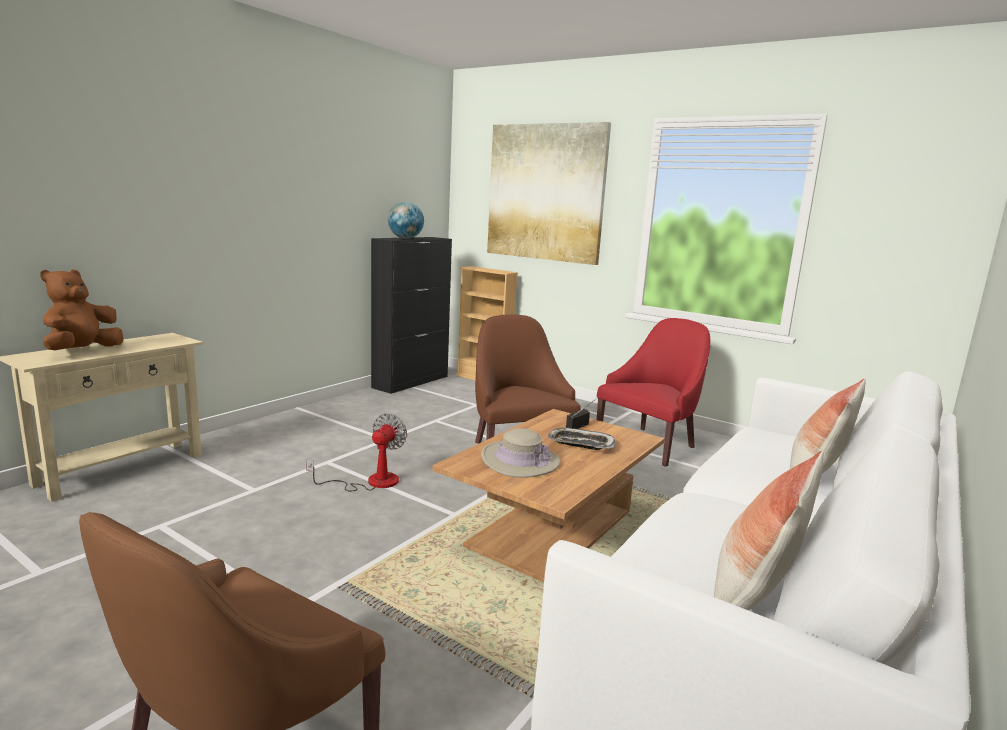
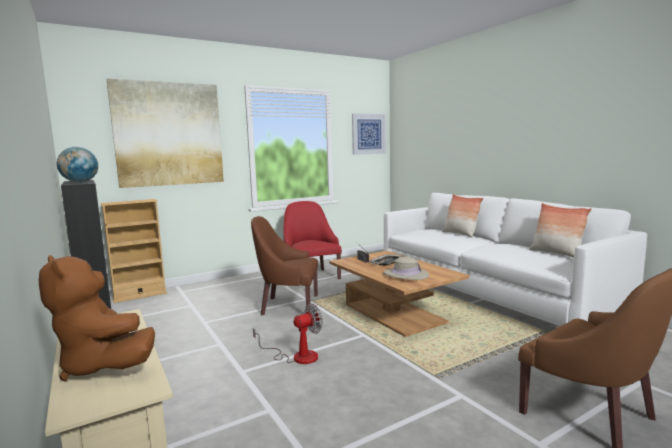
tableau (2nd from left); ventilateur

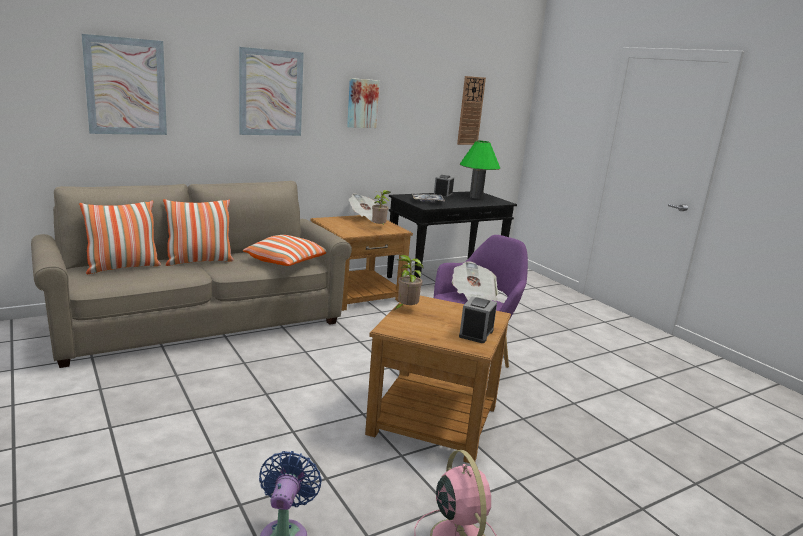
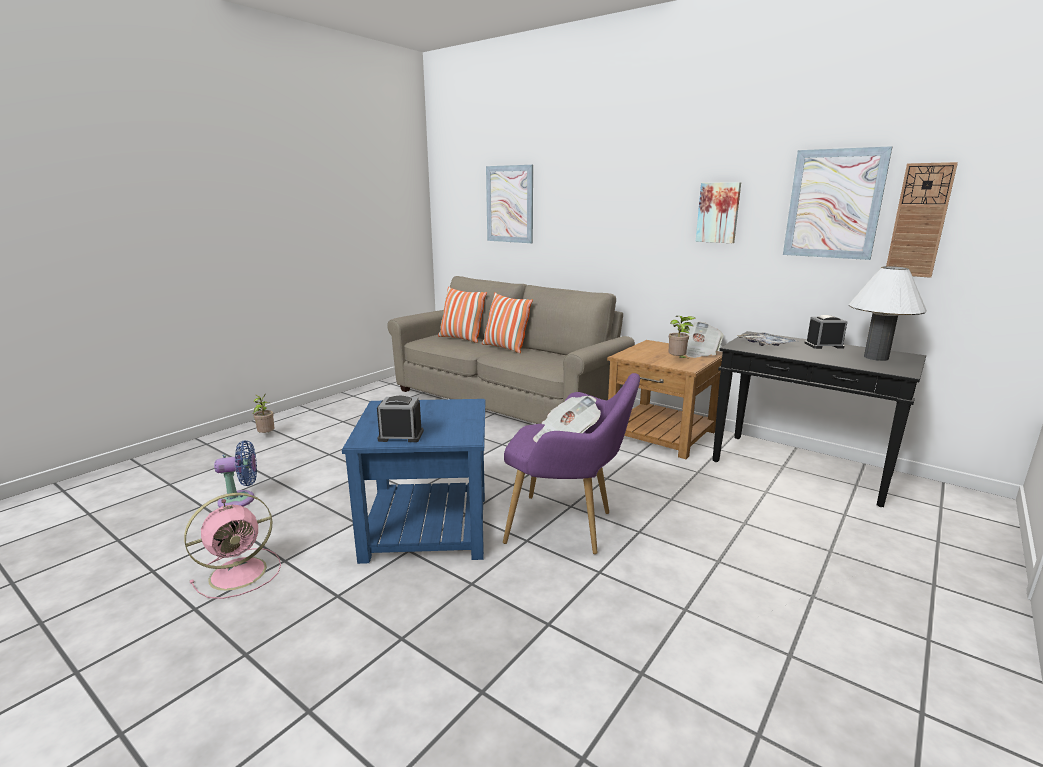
coussin (3rd from left in the first image); tableau (3rd from left); plante en pot (1st from left); table d'appoint [bleu]; lampe de table [blanc]

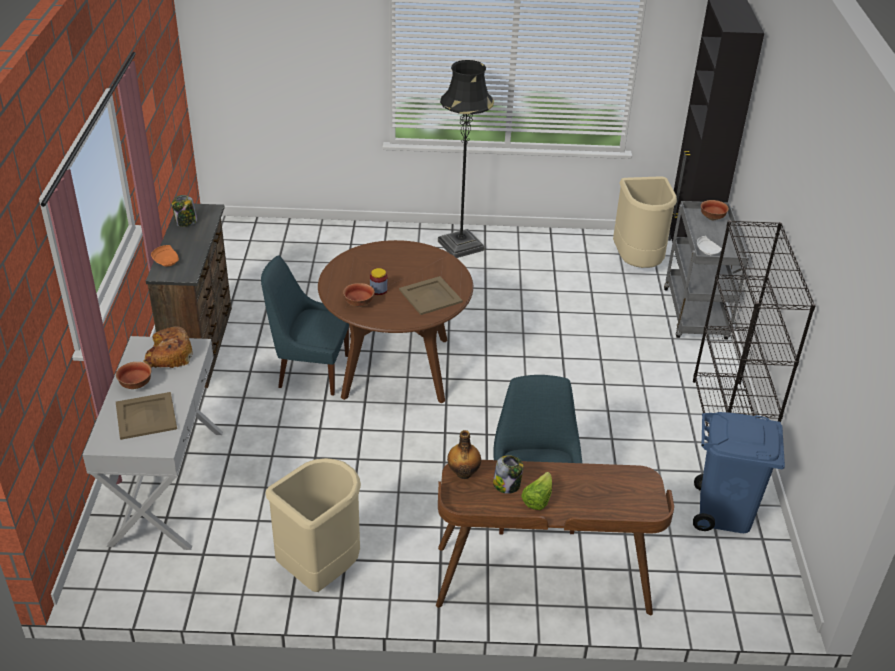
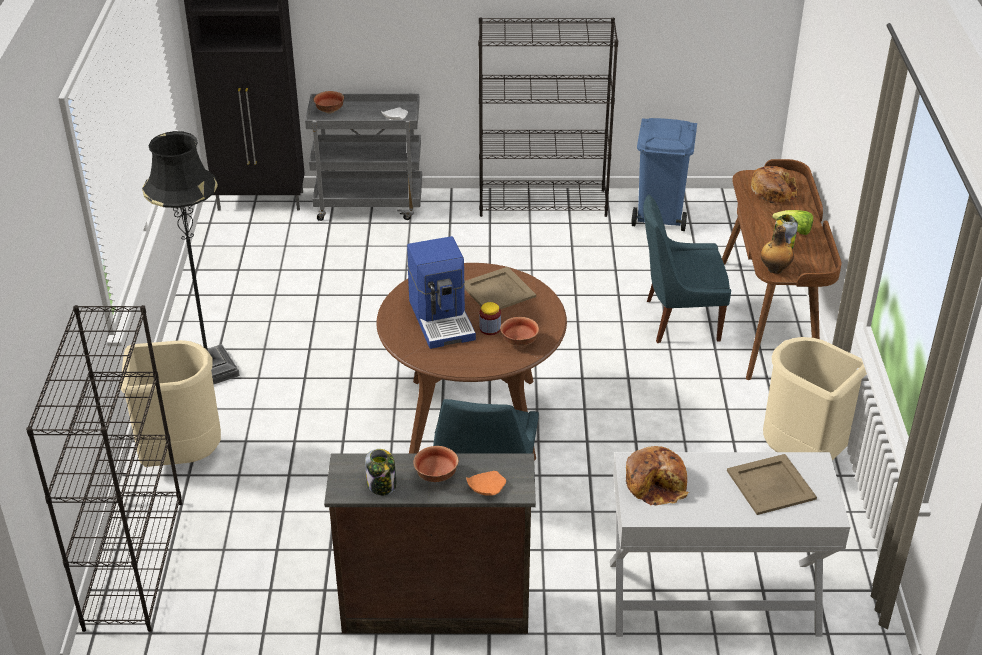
bibliothèque [noir] (1st from left); machine à café; pain (2nd from left); bol (2nd from left); poubelle [beige] (1st from left)

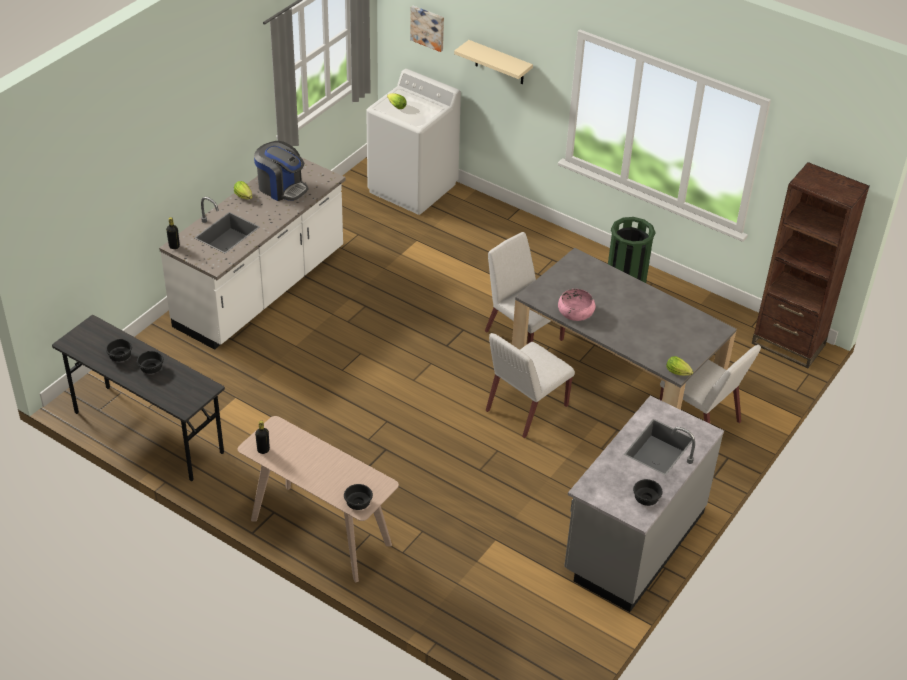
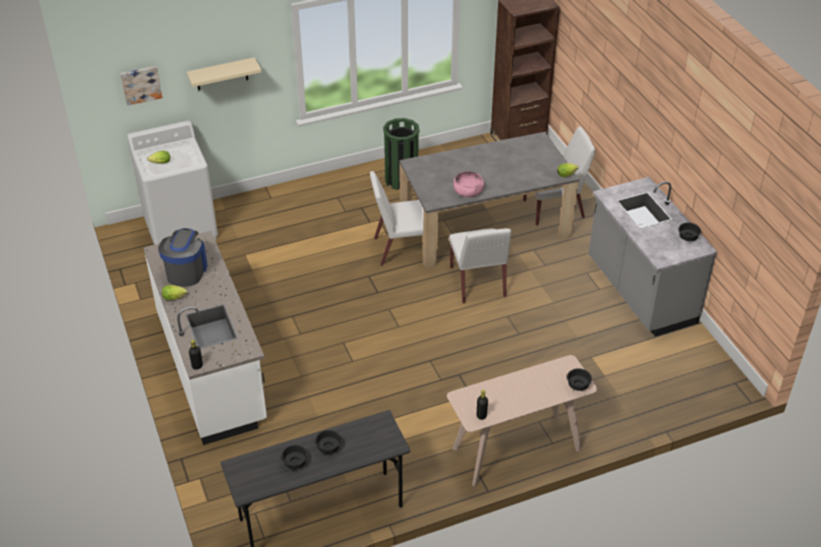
machine à café

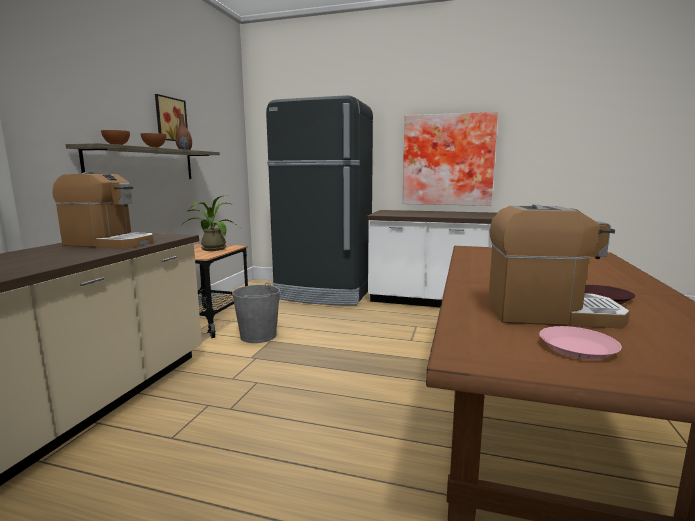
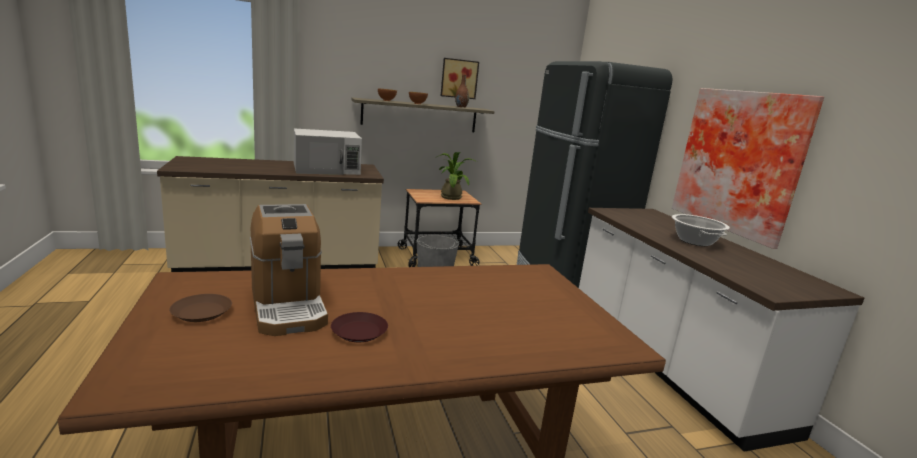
marmite; micro-ondes [blanc]; assiette [marron] (1st from left)

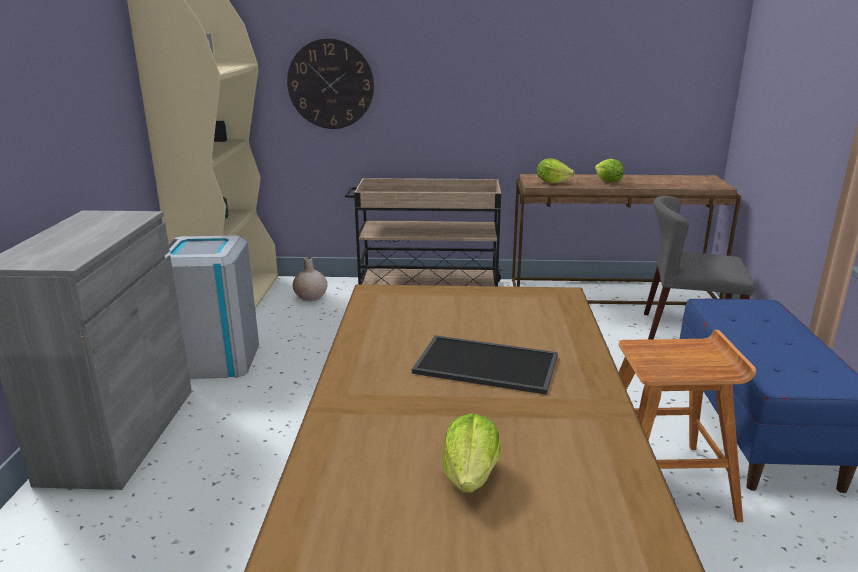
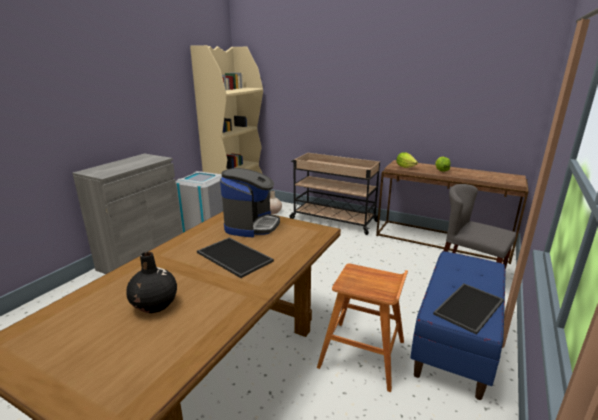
horloge murale; machine à café; plateau (2nd from left); vase [noir]

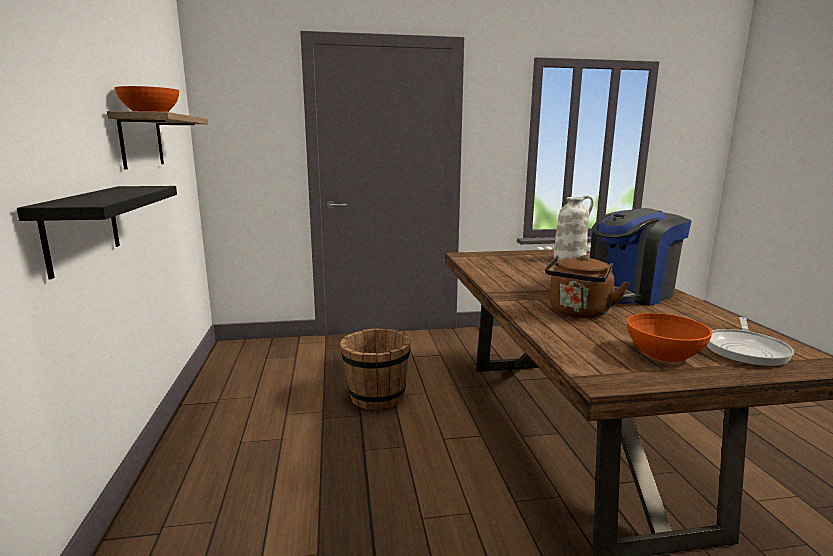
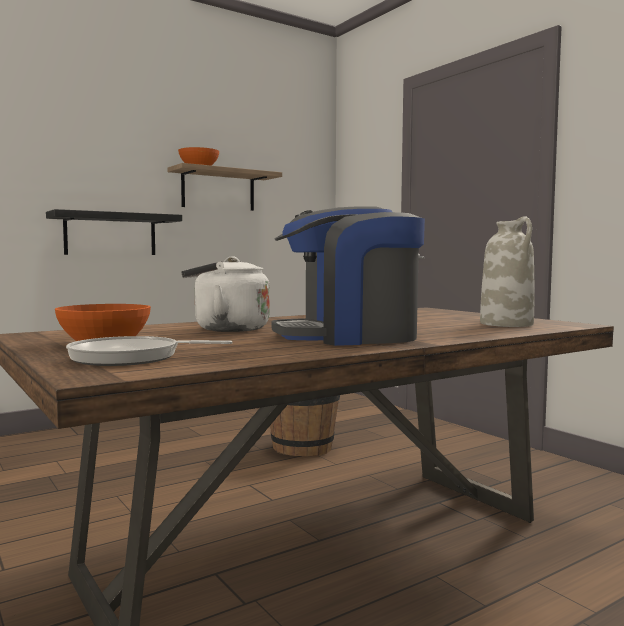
bouilloire [blanc]; machine à café

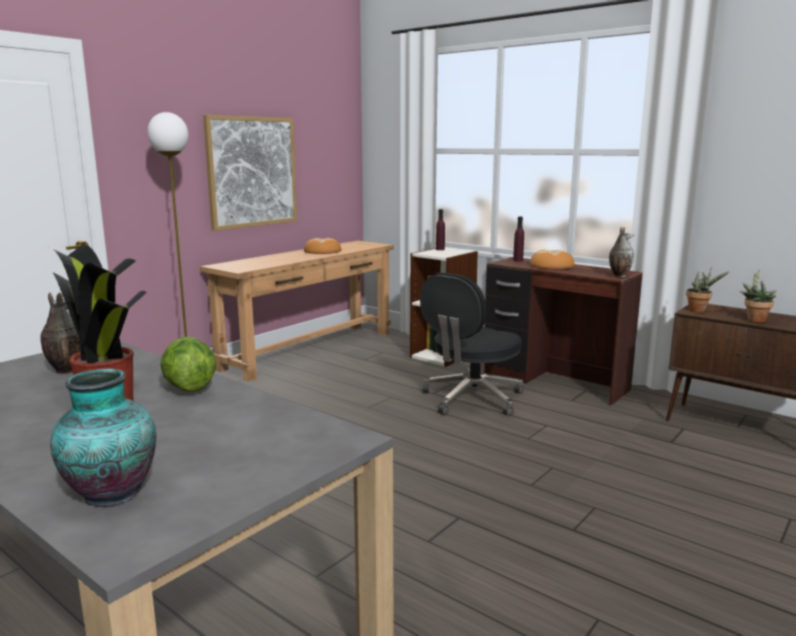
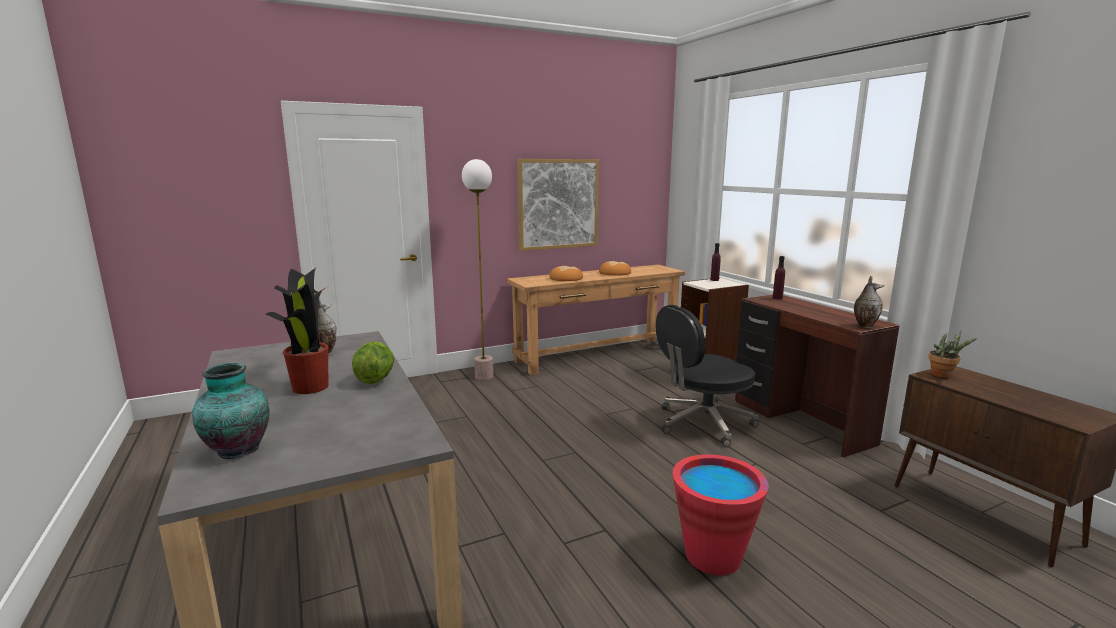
plante en pot (3rd from left in the first image); seau [rouge]; pain (1st from left)

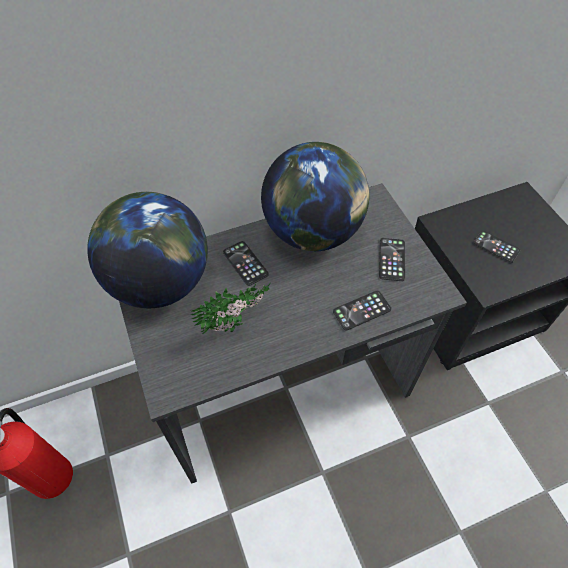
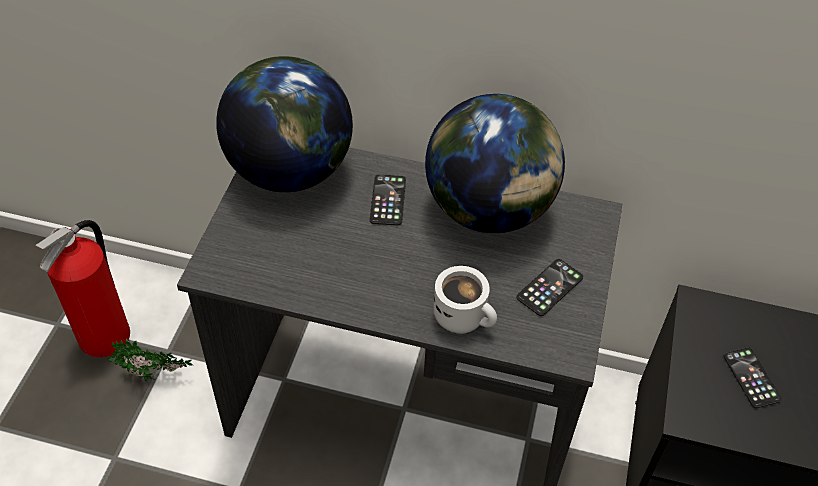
plante en pot; mug [blanc]

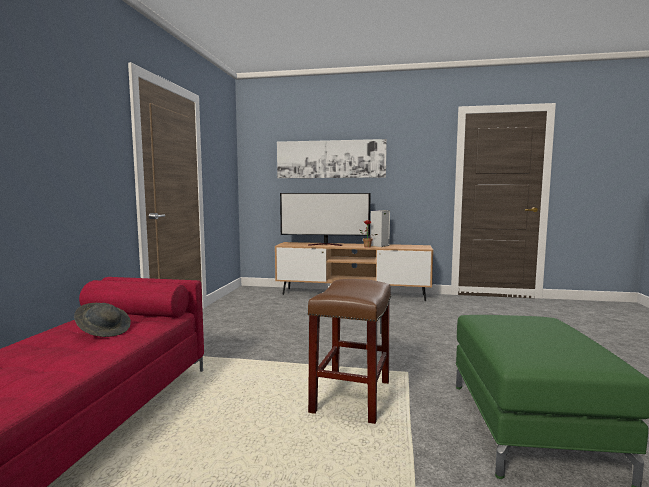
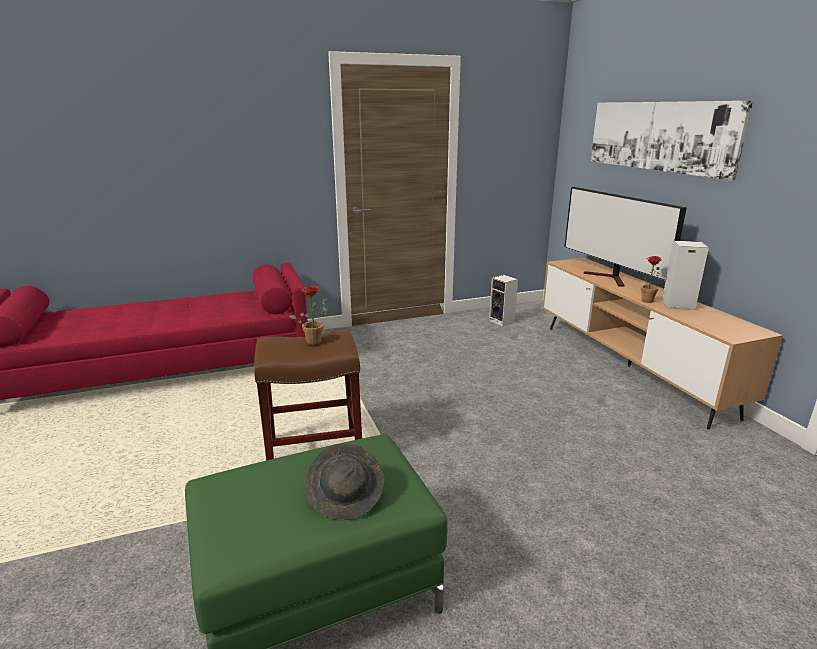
plante en pot (1st from left); enceinte (1st from left); chapeau [gris]

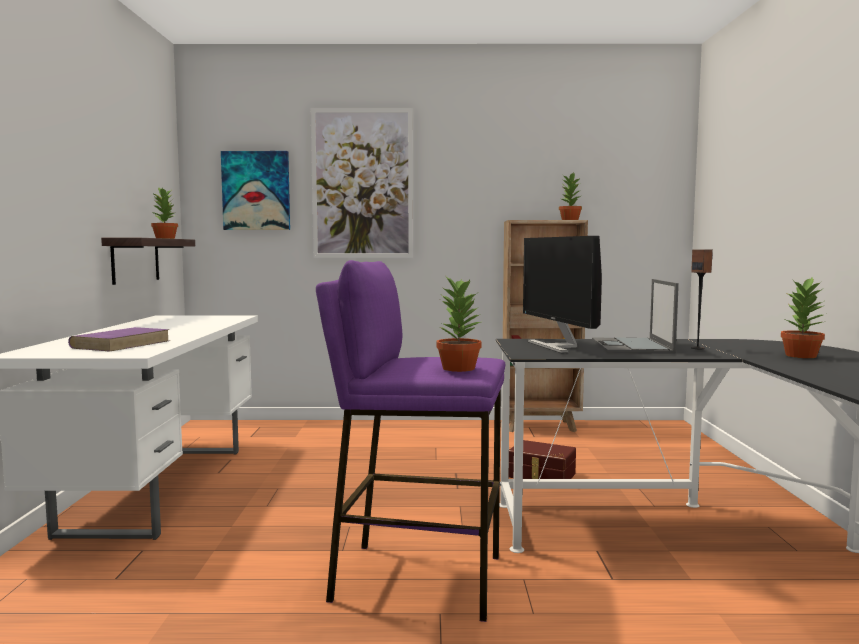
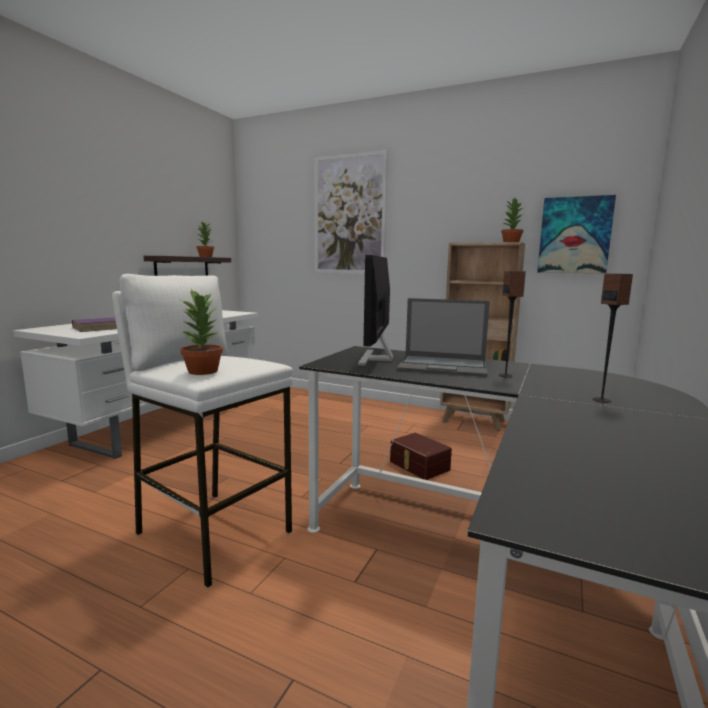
tableau (2nd from left); enceinte (2nd from left); tabouret [blanc]; ordinateur portable

